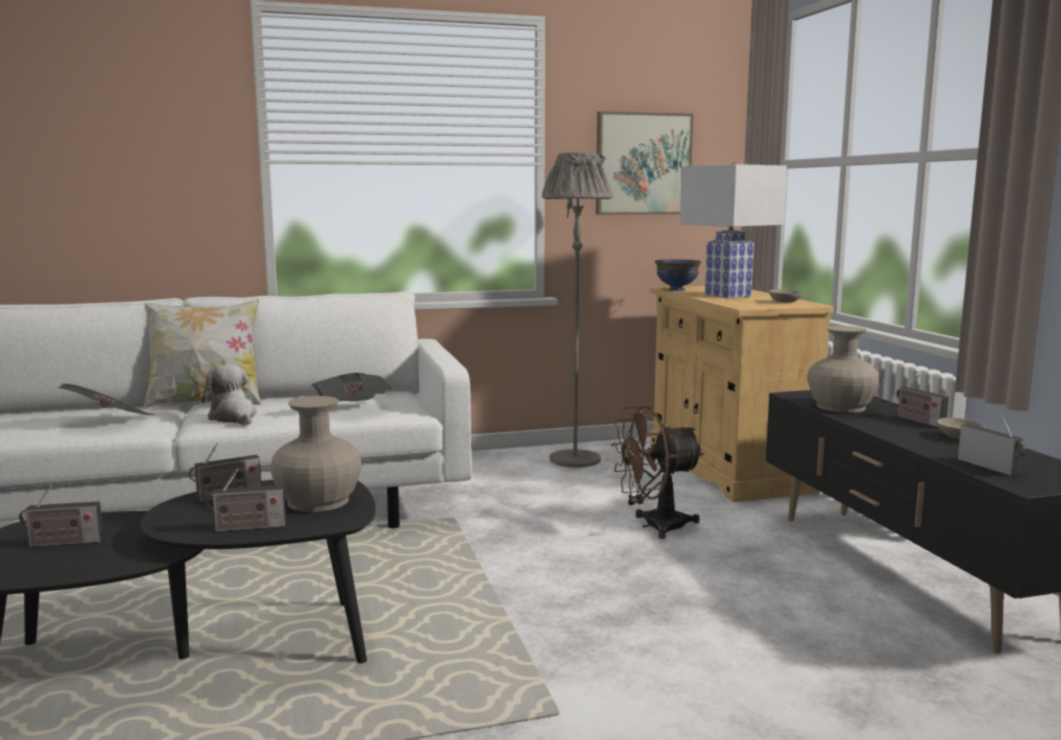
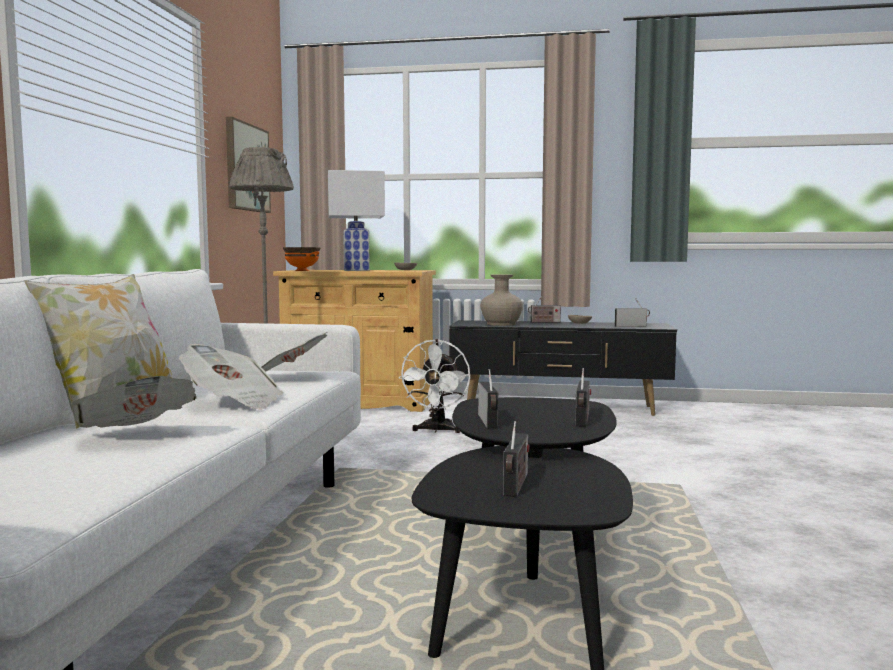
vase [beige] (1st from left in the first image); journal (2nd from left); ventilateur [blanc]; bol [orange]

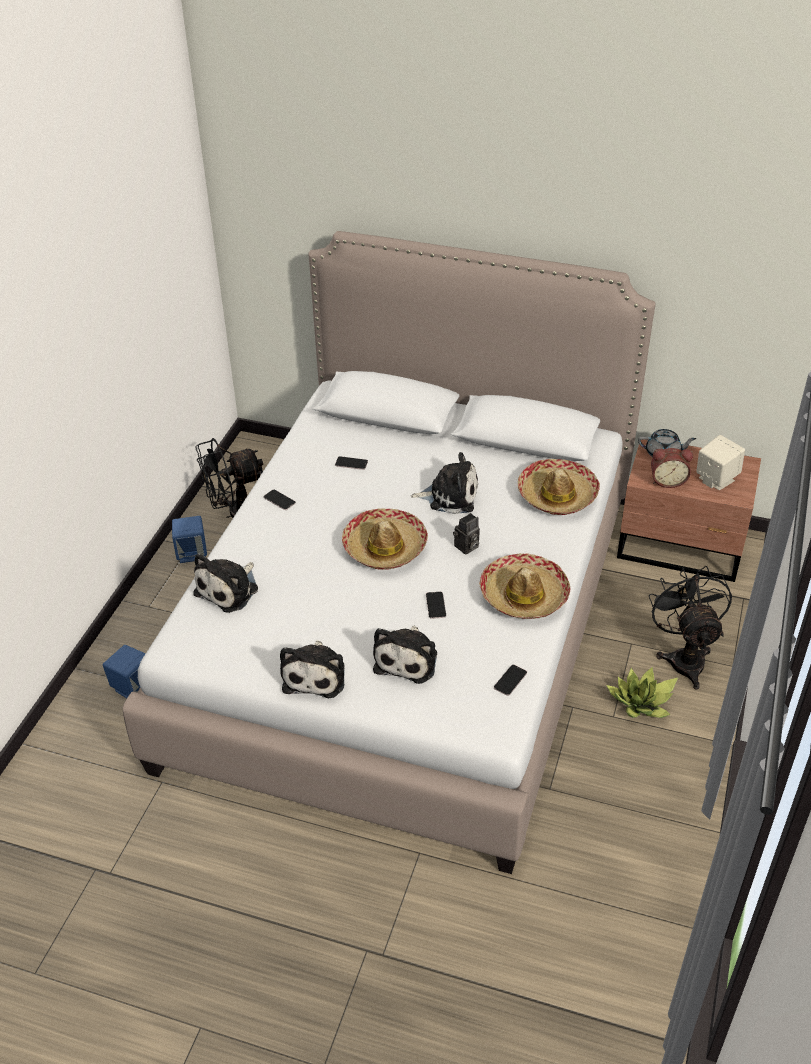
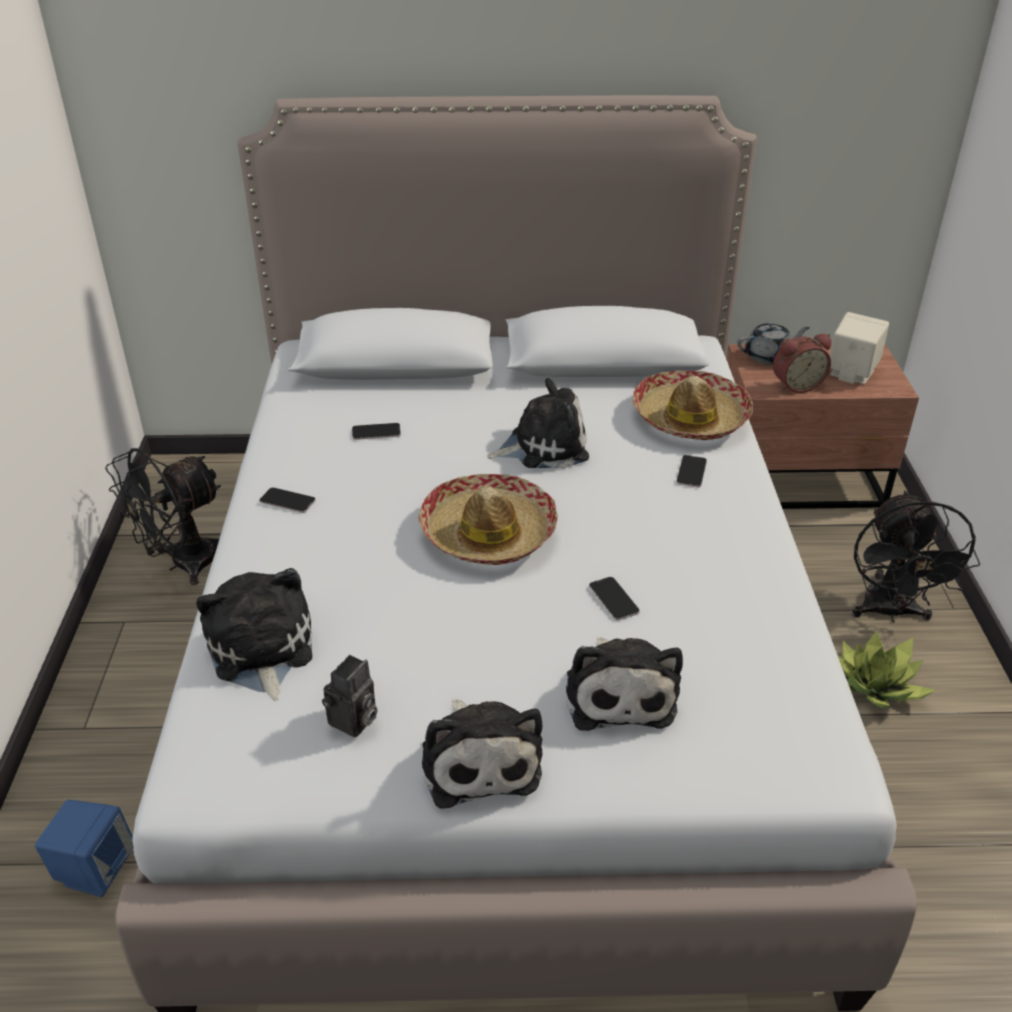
enceinte [bleu] (2nd from left in the first image); chapeau (2nd from left in the first image); appareil photo; téléphone (4th from left); peluche (1st from left); ventilateur [noir] (2nd from left)

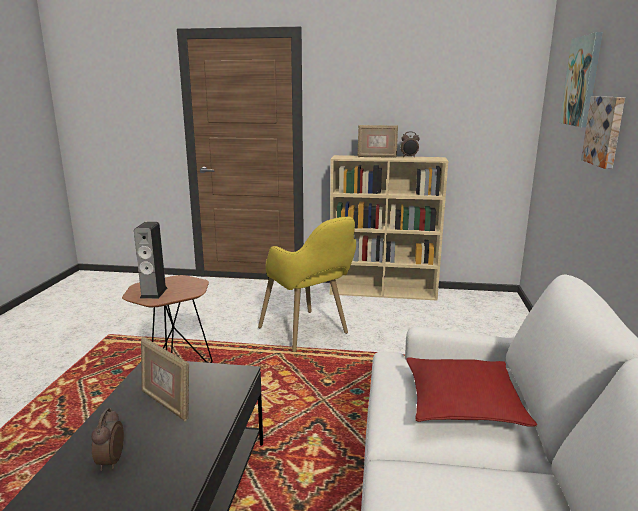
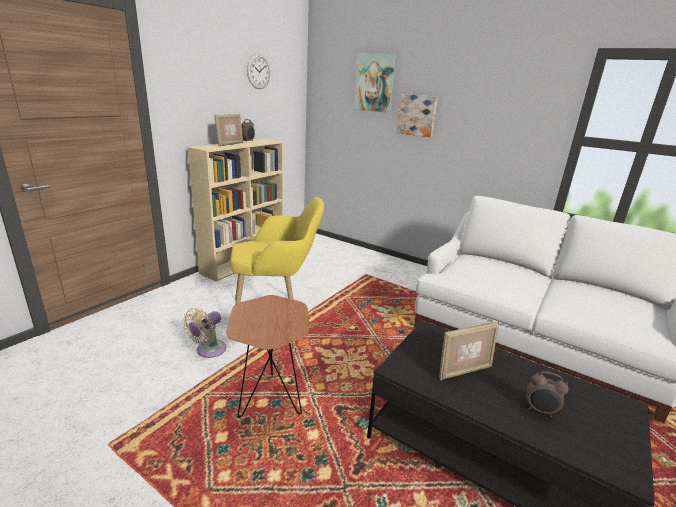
enceinte; coussin [rouge]; ventilateur [beige]; horloge murale

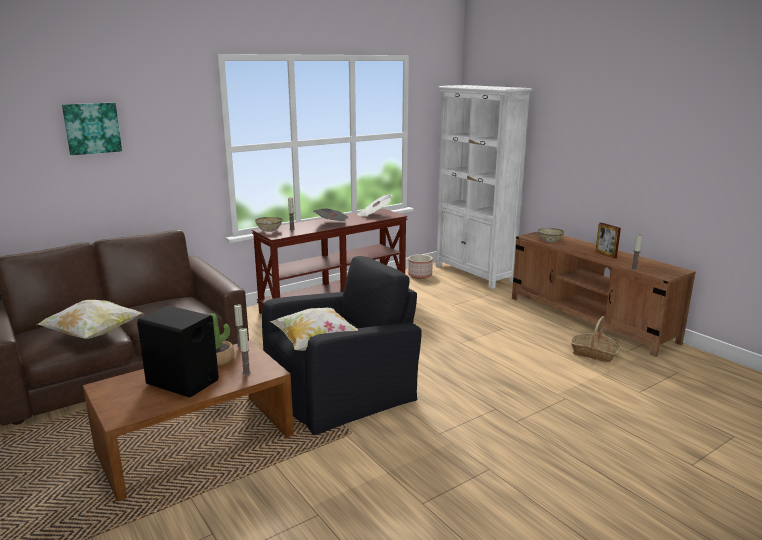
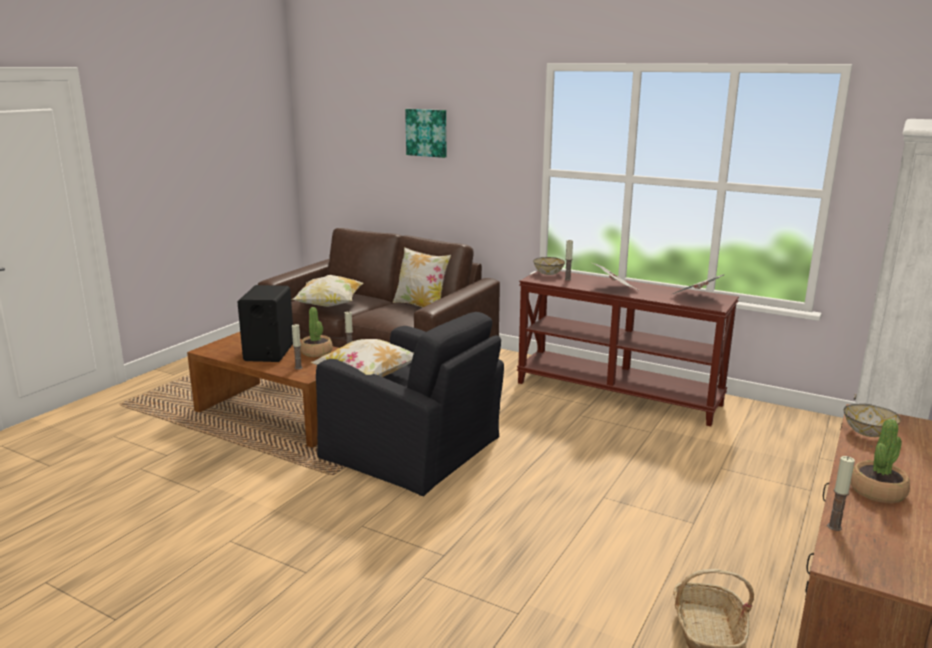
cache-pot; coussin (3rd from left); plante en pot (2nd from left)

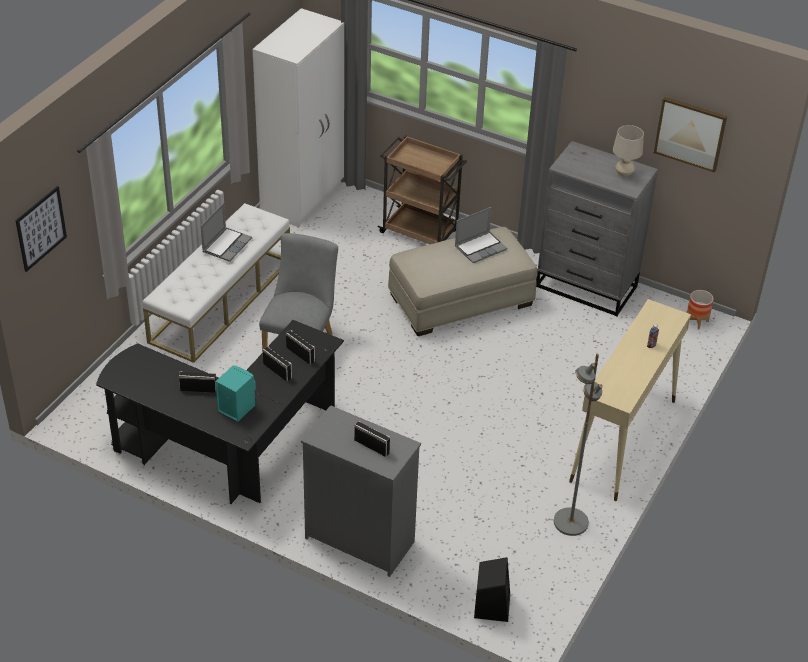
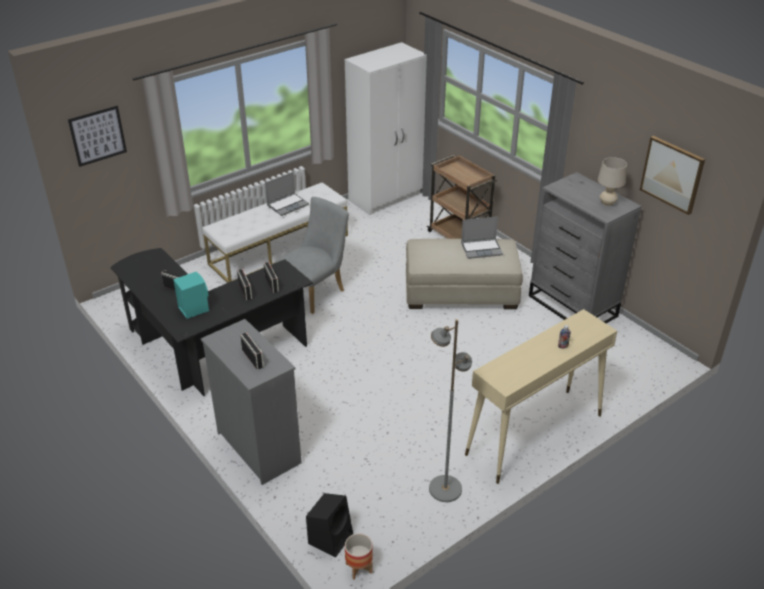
cache-pot

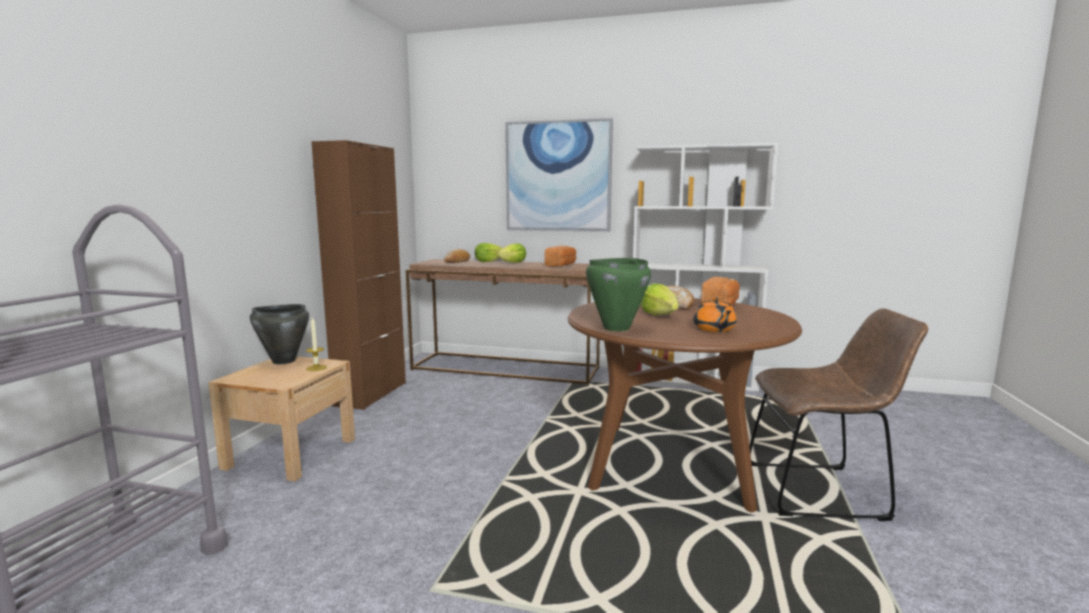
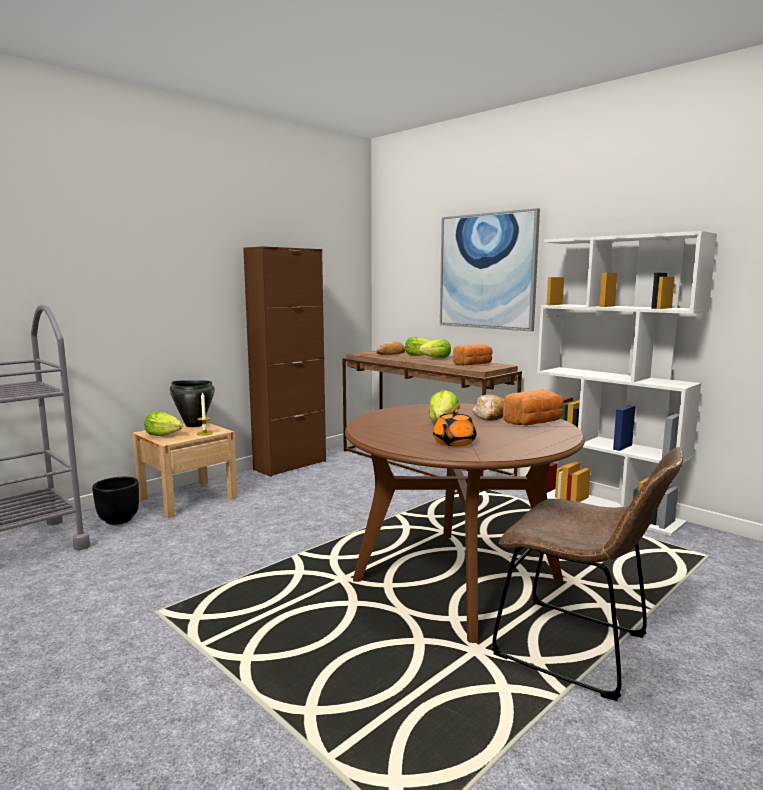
marmite [vert]; cache-pot [noir]; laitue (1st from left)

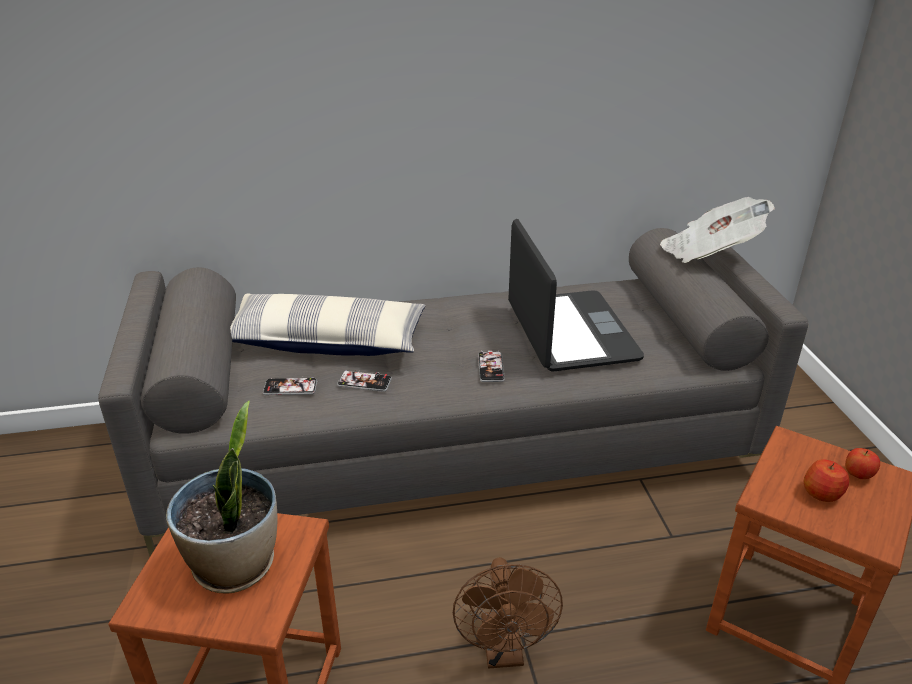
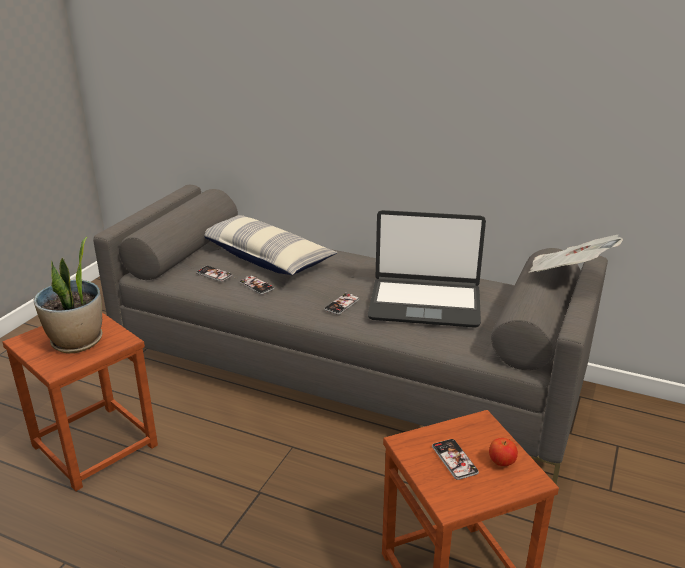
ventilateur [marron]; téléphone (4th from left); ordinateur portable

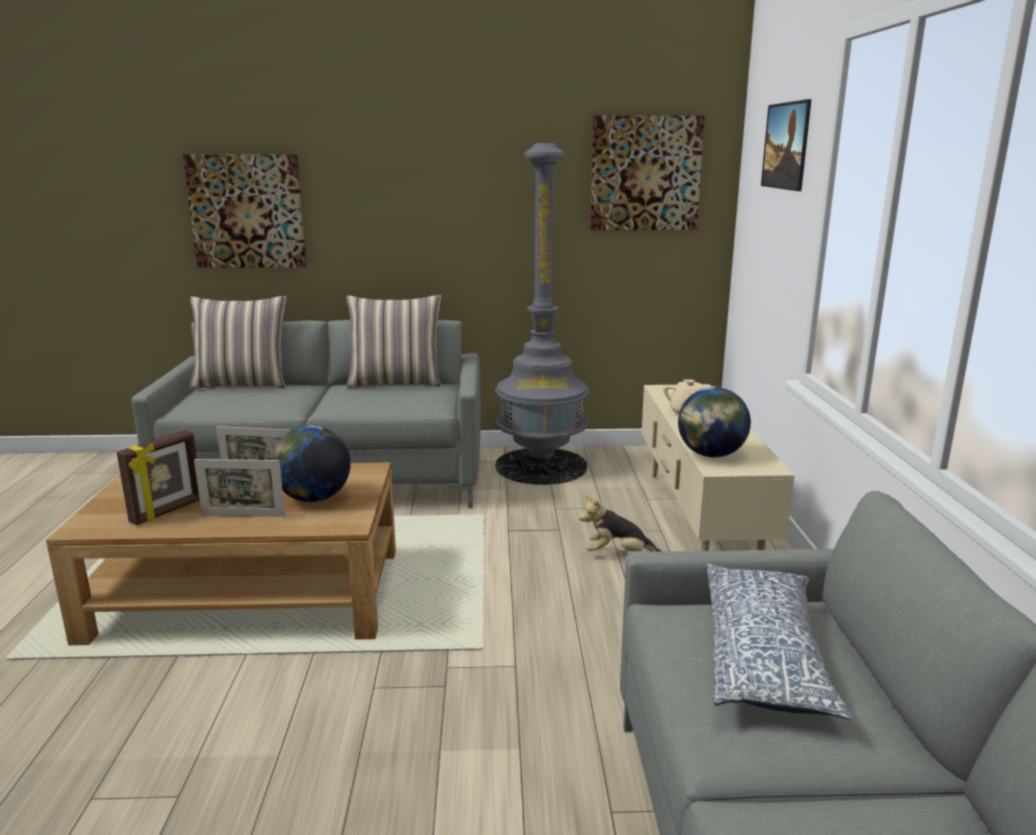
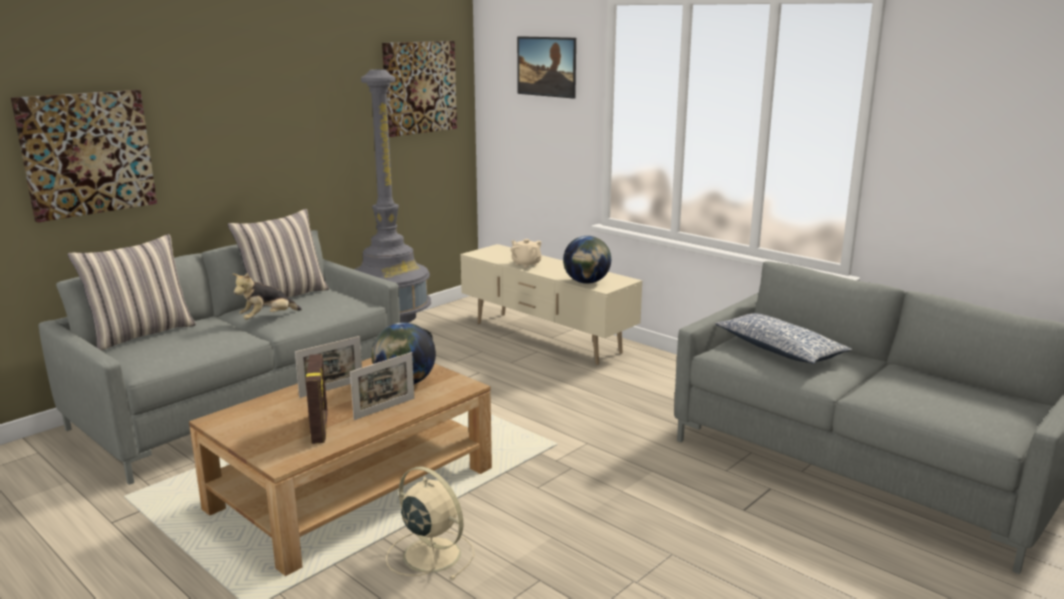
ventilateur [beige]; peluche

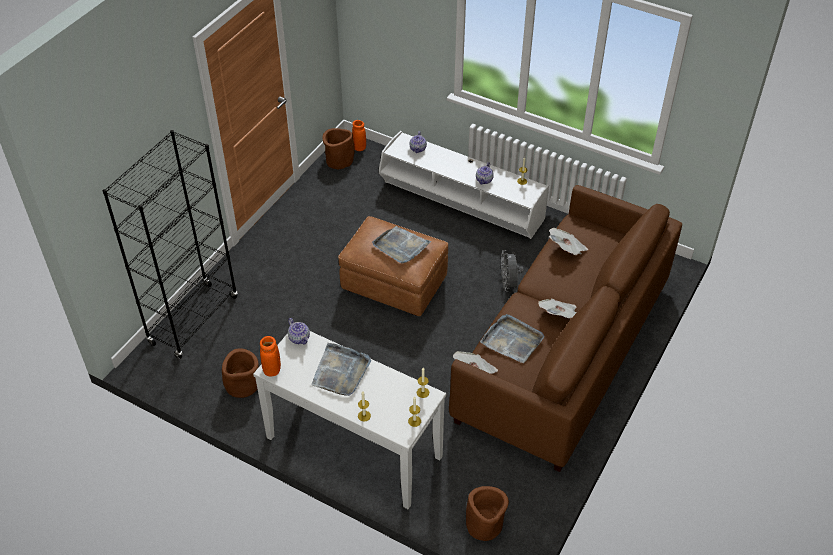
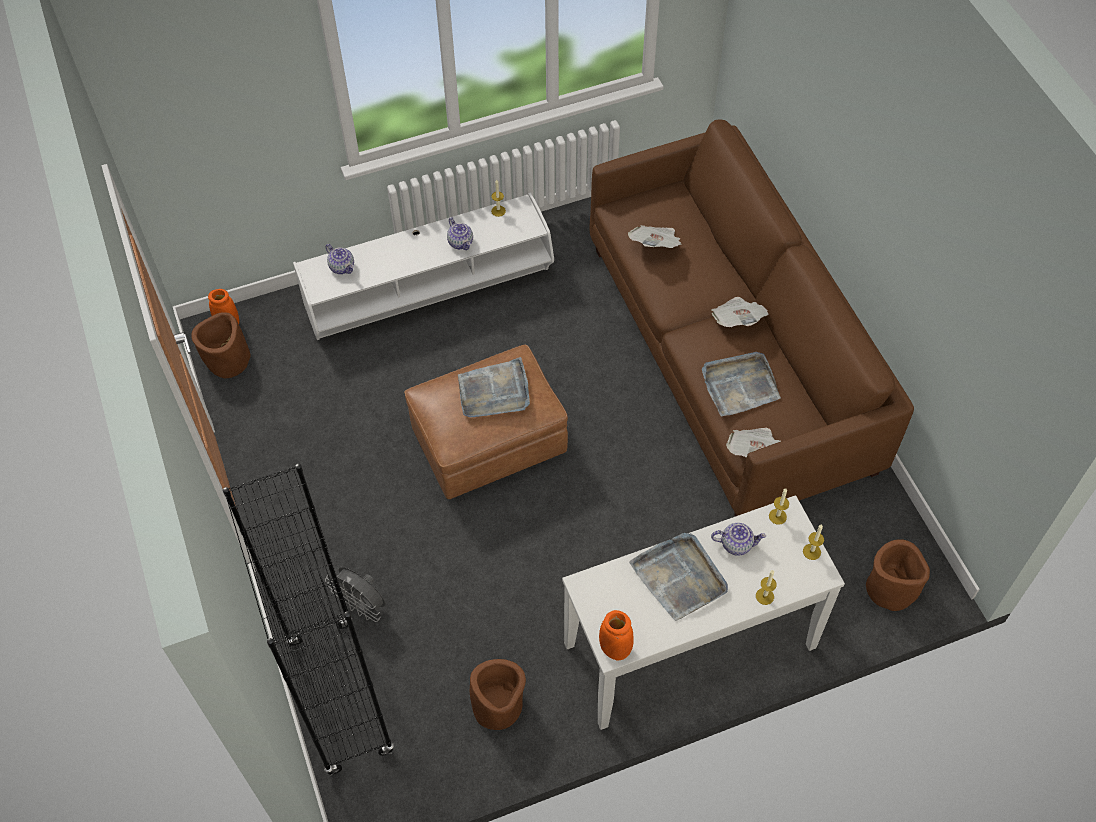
théière (3rd from left); ventilateur [gris]

